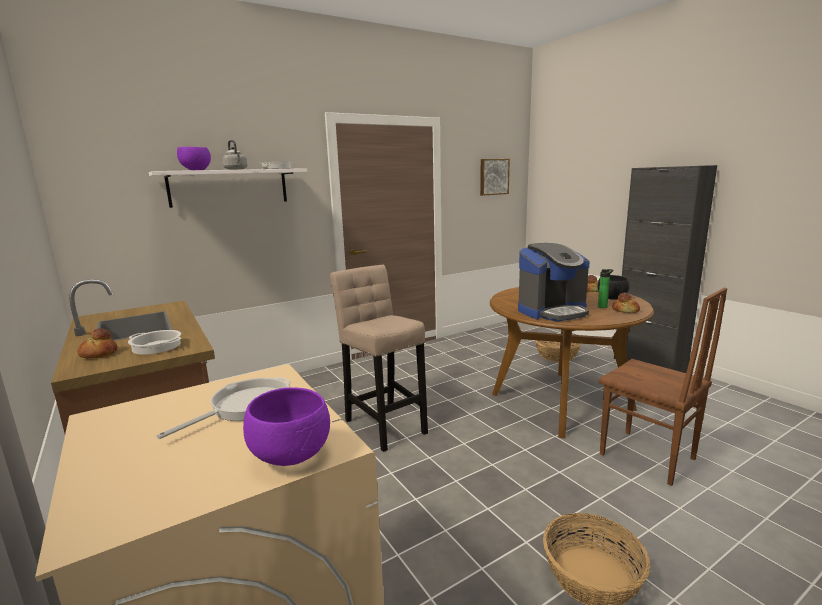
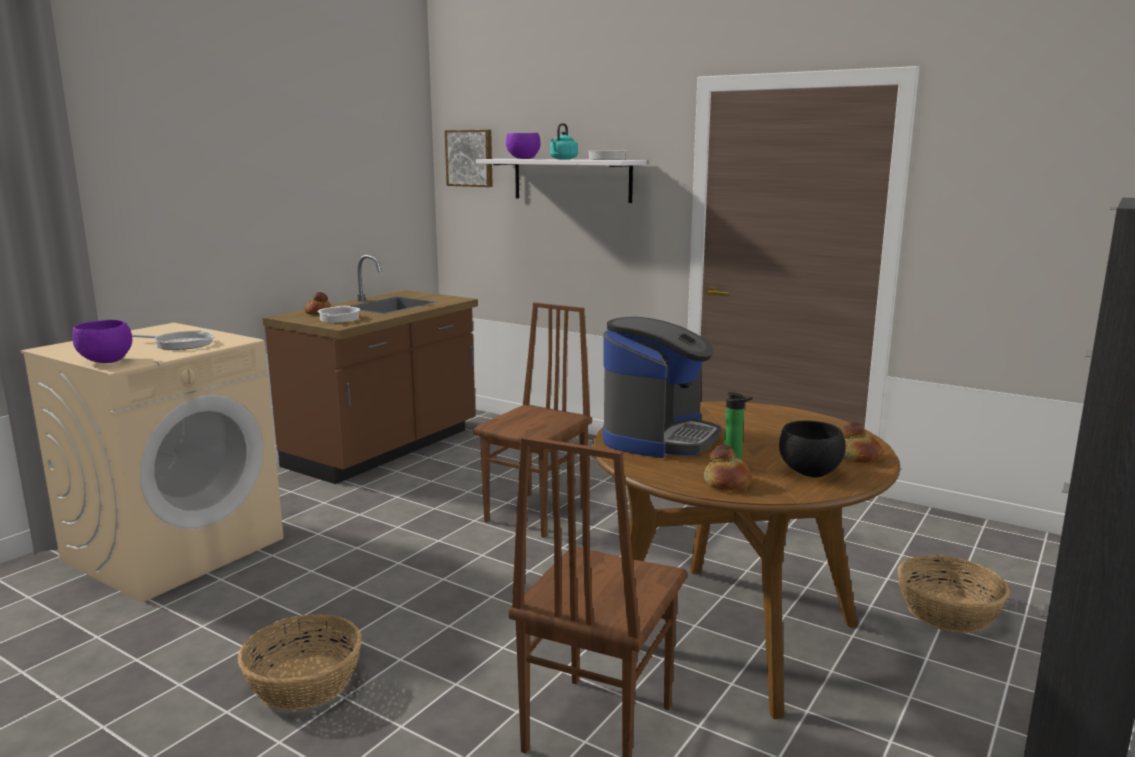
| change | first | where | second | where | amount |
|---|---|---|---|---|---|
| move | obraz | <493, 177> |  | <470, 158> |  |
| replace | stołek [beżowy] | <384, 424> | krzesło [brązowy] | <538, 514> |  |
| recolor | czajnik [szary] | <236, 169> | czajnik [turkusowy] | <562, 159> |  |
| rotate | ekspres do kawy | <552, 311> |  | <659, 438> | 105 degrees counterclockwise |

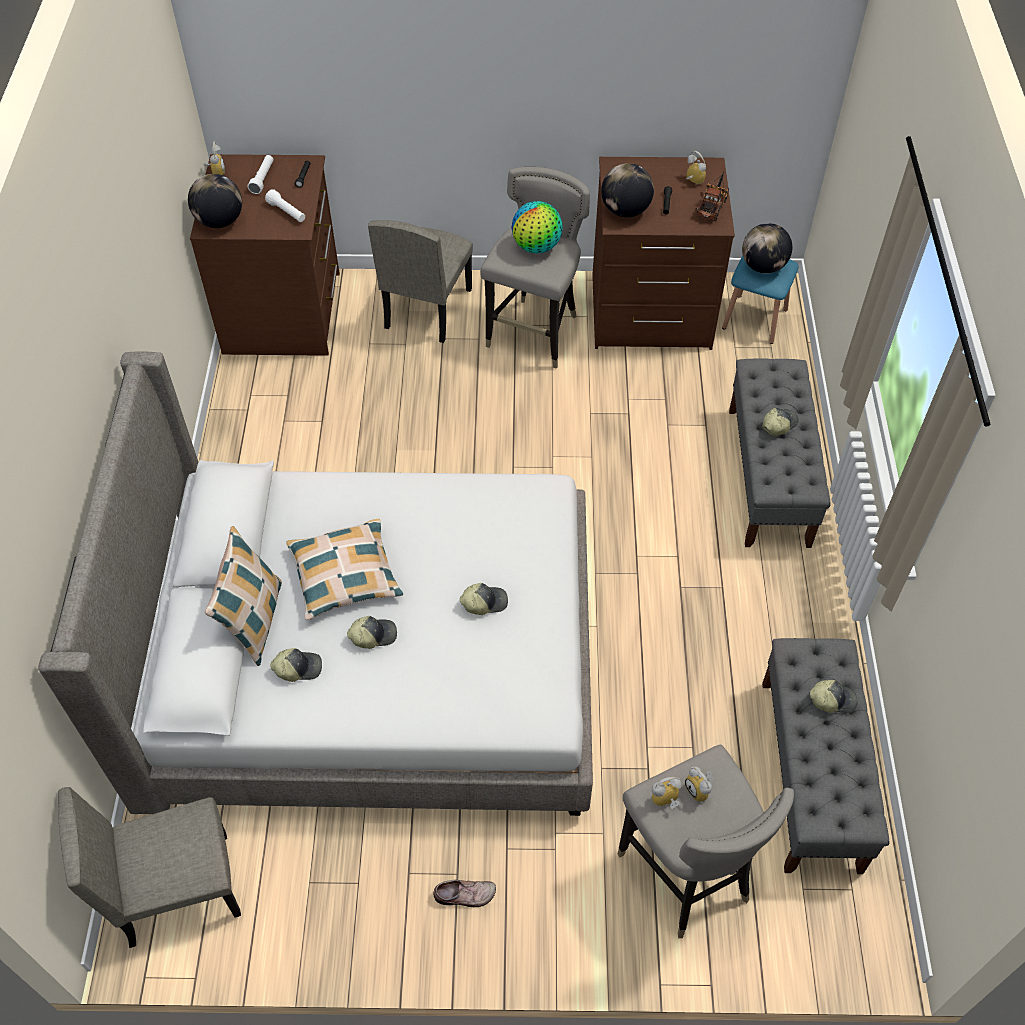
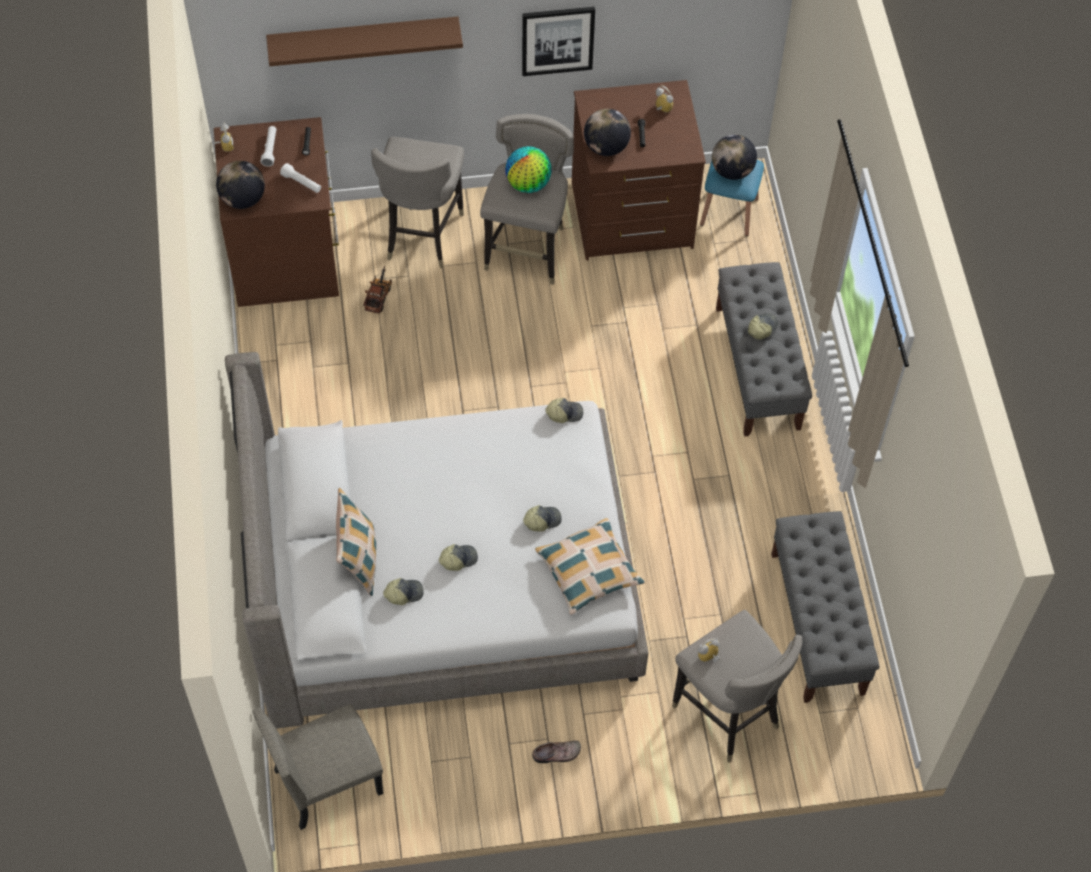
| change | first | where | second | where | amount |
|---|---|---|---|---|---|
| insert |  |  | półka [brązowy] | <364, 38> |  |
| move | ciężarówka zabawkowa | <712, 205> |  | <379, 295> |  |
| replace | krzesło [beżowy] | <427, 308> | stołek [szary] | <421, 236> |  |
| insert |  |  | obraz | <557, 40> |  |
| move | poduszka | <345, 575> |  | <589, 570> |  |
| move | czapka z daszkiem | <832, 699> |  | <564, 413> |  |
| delete | budzik | <700, 790> |  |  |  |

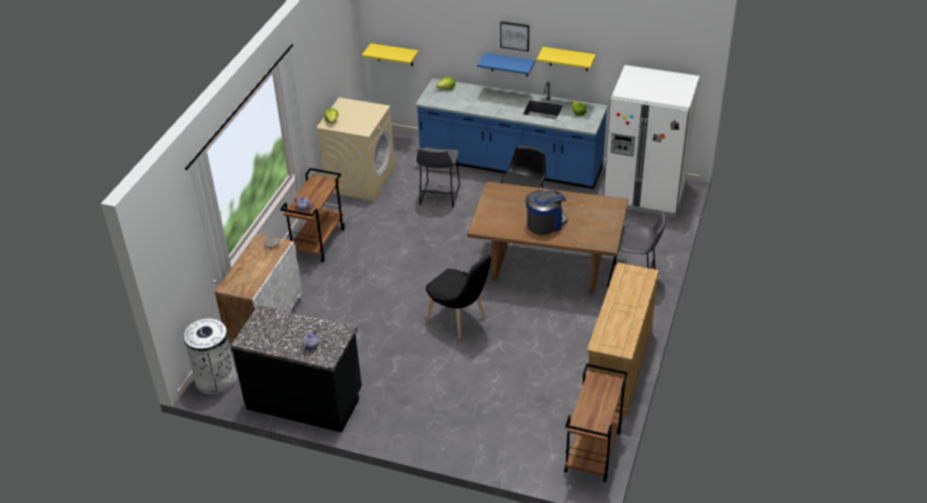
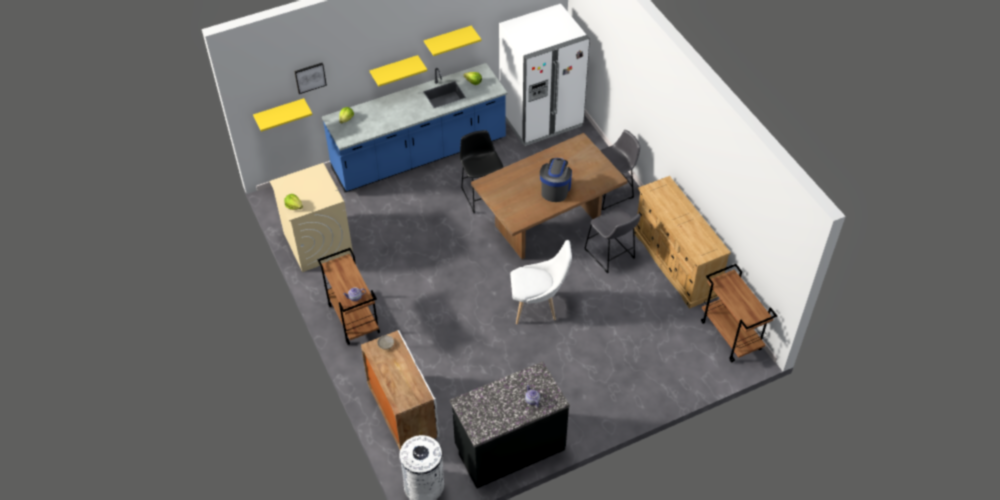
| change | first | where | second | where | amount |
|---|---|---|---|---|---|
| move | obraz | <515, 35> |  | <310, 77> |  |
| recolor | półka [niebieski] | <509, 64> | półka [żółty] | <394, 70> |  |
| recolor | krzesło [czarny] | <459, 321> | krzesło [biały] | <538, 306> |  |
| move | stołek [szary] | <439, 197> |  | <611, 255> |  |

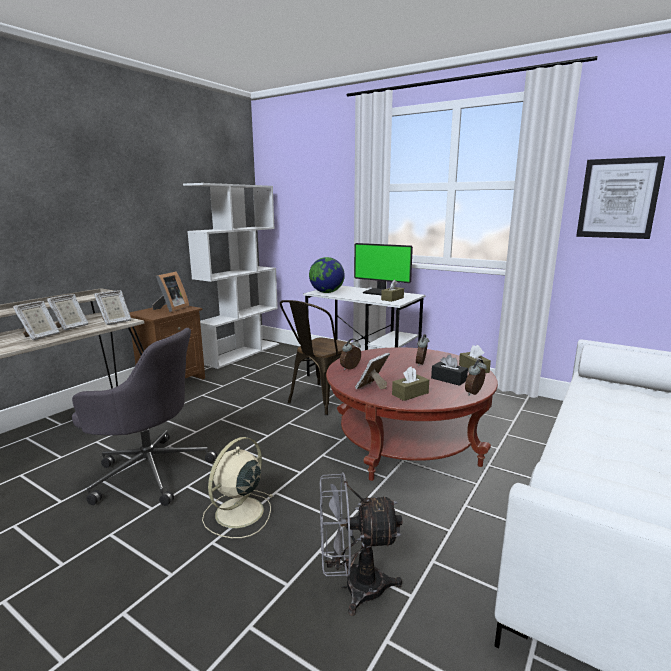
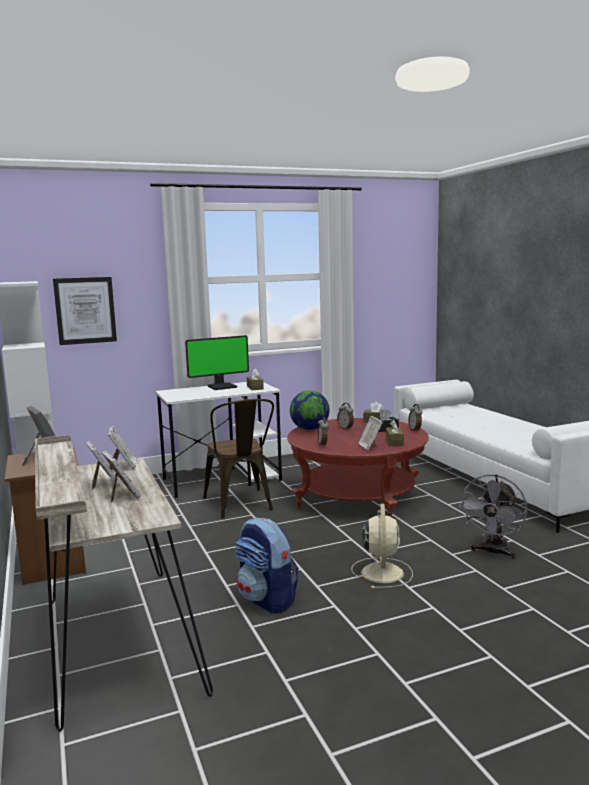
| change | first | where | second | where | amount |
|---|---|---|---|---|---|
| move | obraz | <618, 198> |  | <85, 310> |  |
| replace | krzesło biurowe [szary] | <149, 471> | plecak | <267, 600> |  |
| move | globus | <326, 292> |  | <309, 429> |  |
| rotate | wentylator [beżowy] | <238, 513> |  | <382, 572> | 150 degrees counterclockwise |

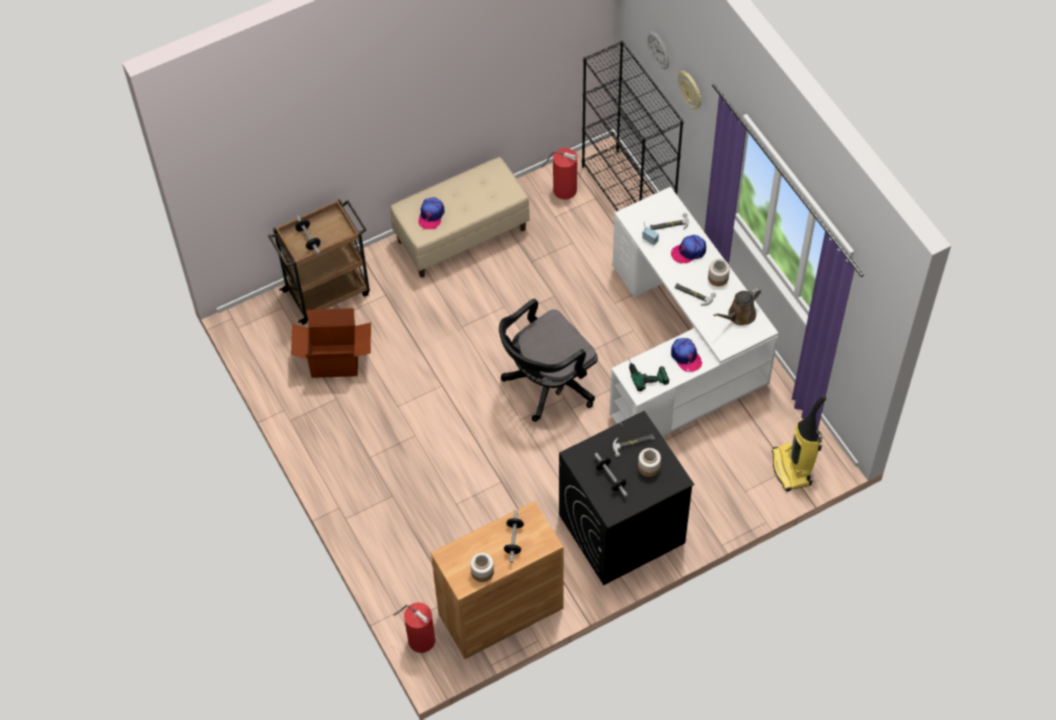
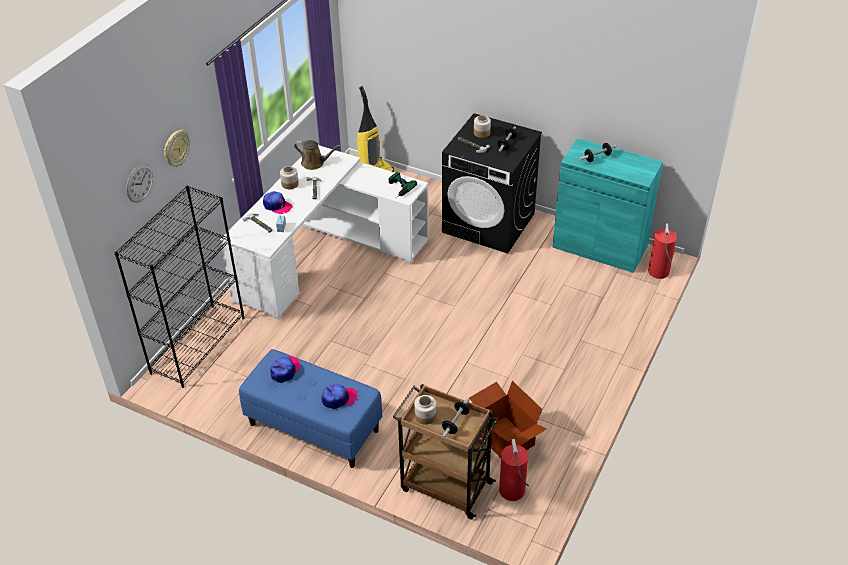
| change | first | where | second | where | amount |
|---|---|---|---|---|---|
| recolor | ławka [beżowy] | <462, 234> | ławka [niebieski] | <313, 427> |  |
| move | czapka z daszkiem | <685, 356> |  | <285, 370> |  |
| move | słoik | <482, 572> |  | <425, 416> |  |
| move | gaśnica | <563, 189> |  | <512, 491> |  |
| recolor | szafka [brązowy] | <501, 611> | szafka [turkusowy] | <599, 247> |  |
| delete | krzesło biurowe [czarny] | <547, 384> |  |  |  |

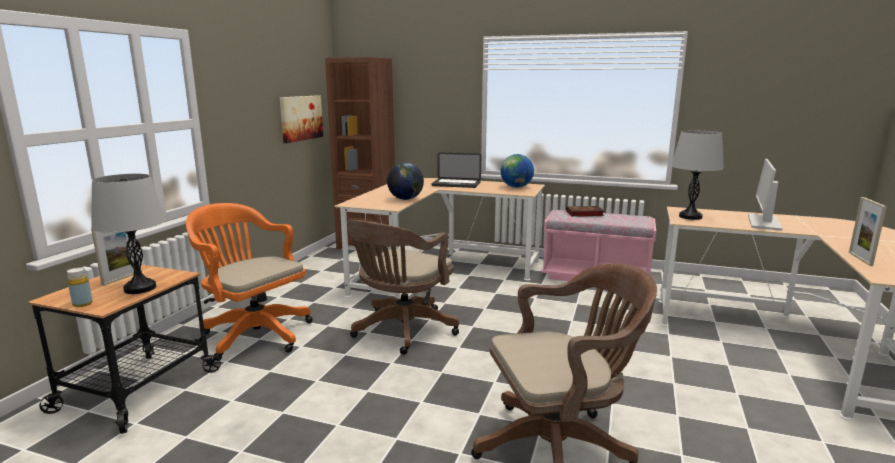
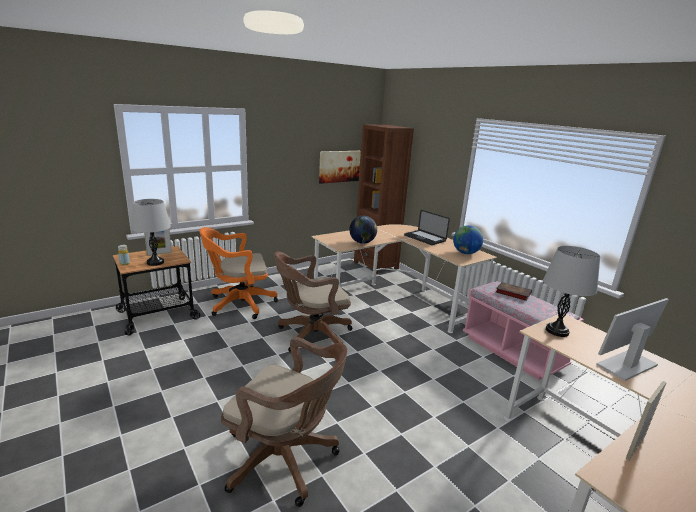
| change | first | where | second | where | amount |
|---|---|---|---|---|---|
| rotate | krzesło biurowe [pomarańczowy] | <253, 334> |  | <238, 304> | 90 degrees counterclockwise |

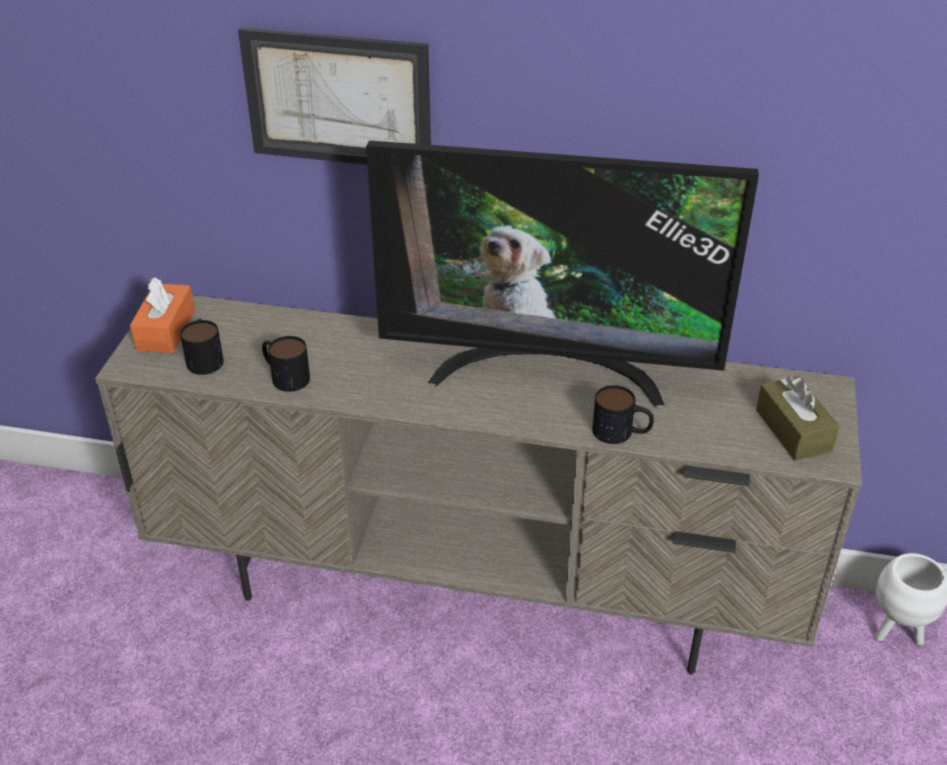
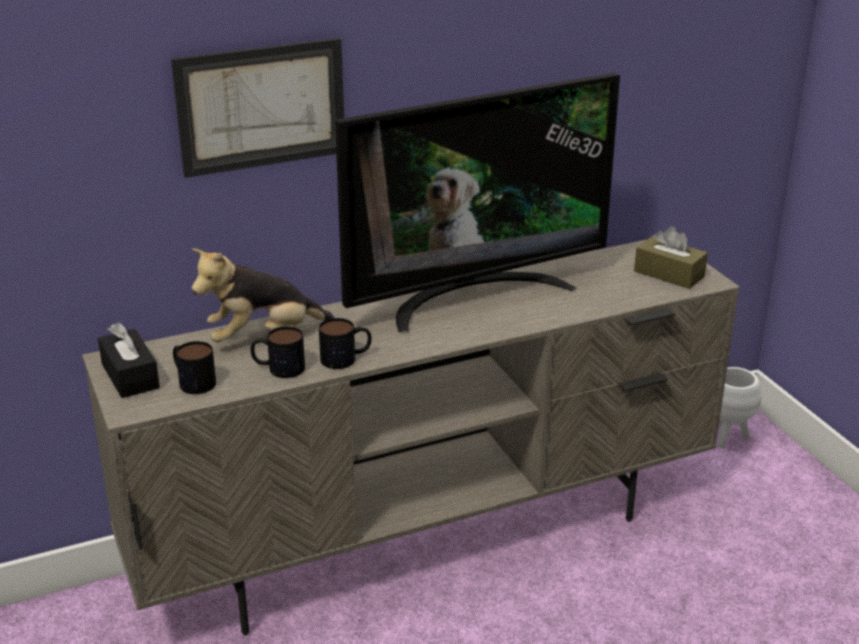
| change | first | where | second | where | amount |
|---|---|---|---|---|---|
| recolor | pudełko chusteczek [pomarańczowy] | <166, 330> | pudełko chusteczek [czarny] | <130, 376> |  |
| insert |  |  | pluszak | <262, 336> |  |
| move | kubek | <621, 432> |  | <346, 358> |  |

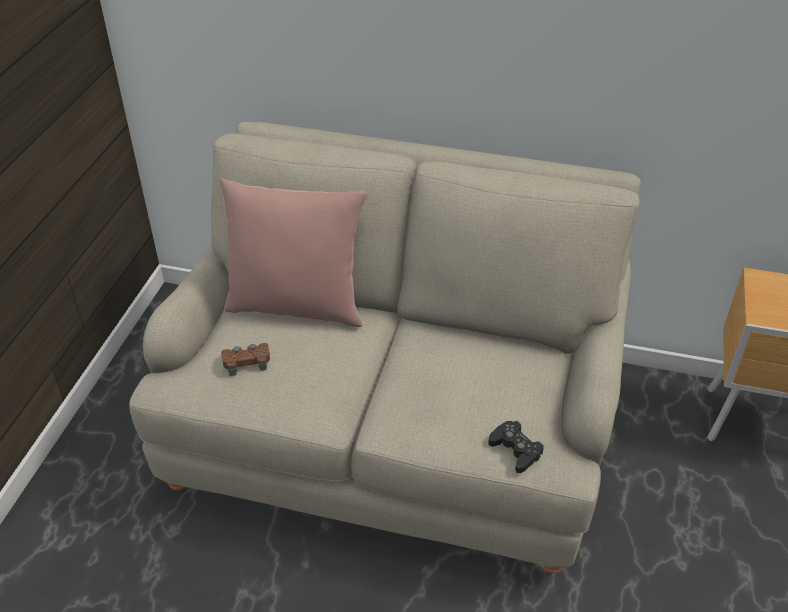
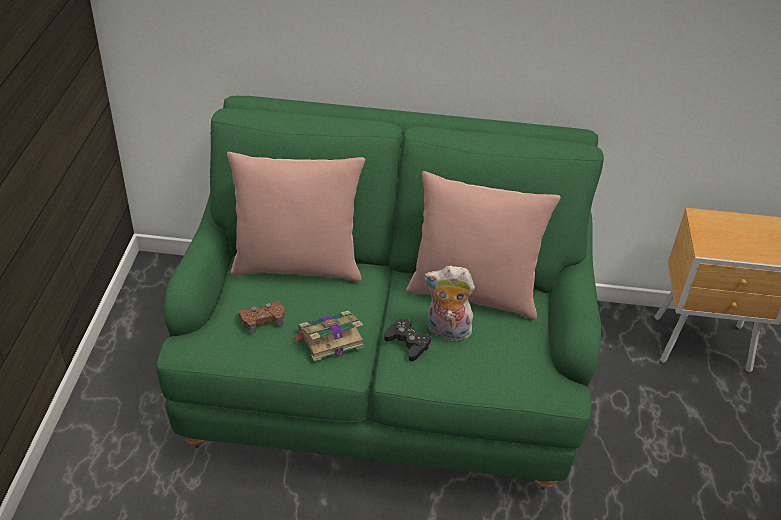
| change | first | where | second | where | amount |
|---|---|---|---|---|---|
| recolor | kanapa [beżowy] | <394, 431> | kanapa [zielony] | <384, 375> |  |
| insert |  |  | książka | <329, 339> |  |
| move | pad do gier [czarny] | <515, 450> |  | <408, 343> |  |
| insert |  |  | poduszka [różowy] | <473, 292> |  |
| insert |  |  | pluszak | <446, 331> |  |

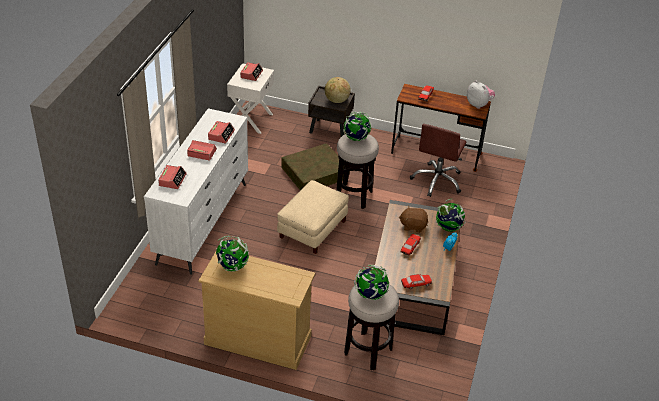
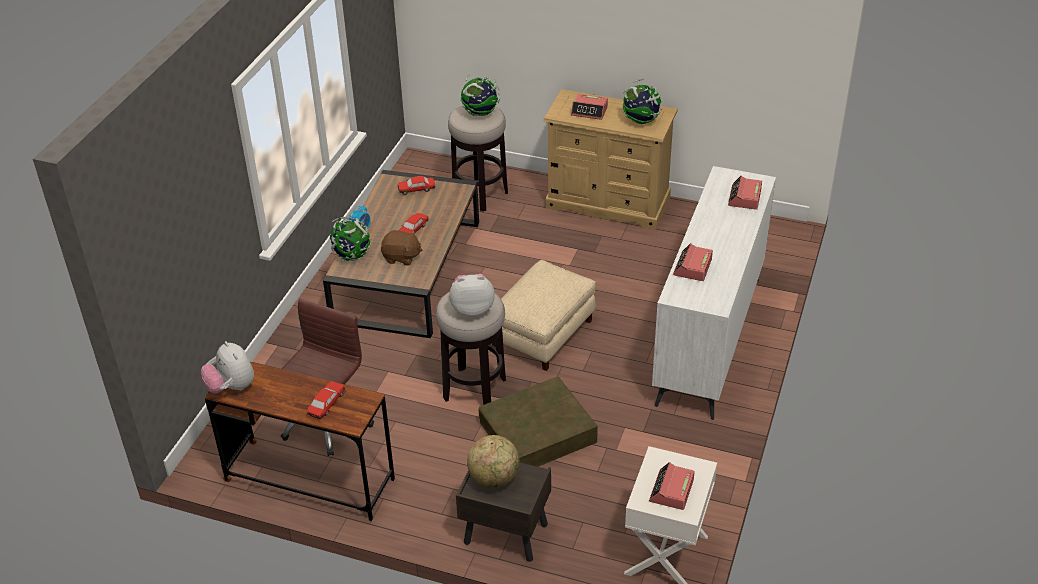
| change | first | where | second | where | amount |
|---|---|---|---|---|---|
| replace | globus | <356, 138> | pluszak | <472, 309> |  |
| move | budzik | <201, 153> |  | <589, 111> |  |

